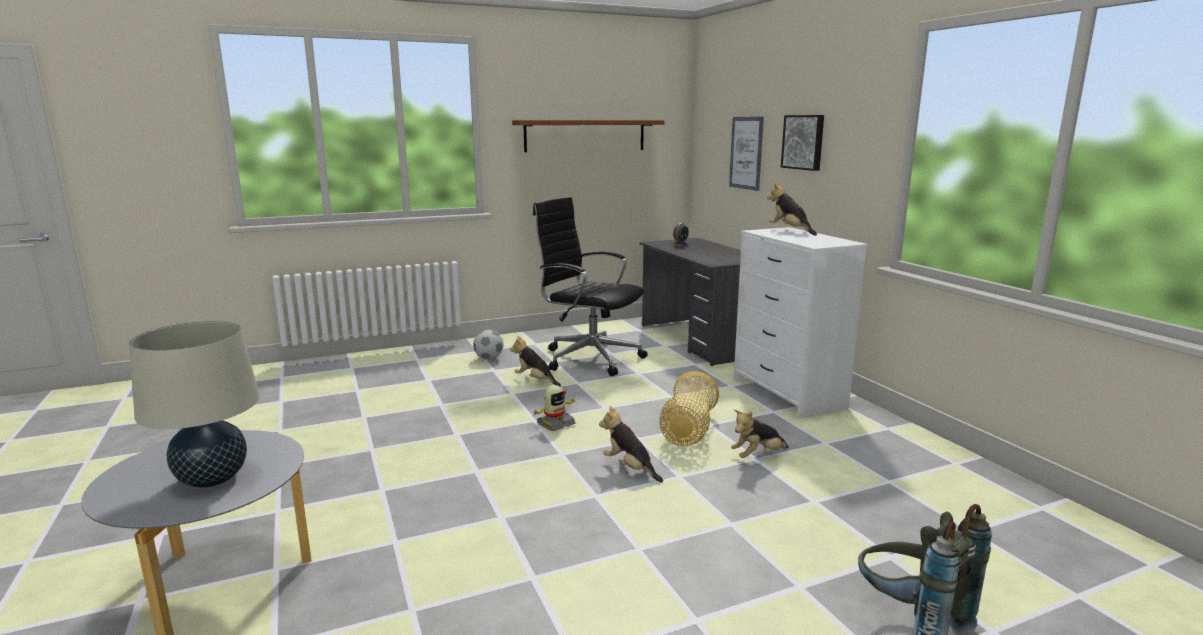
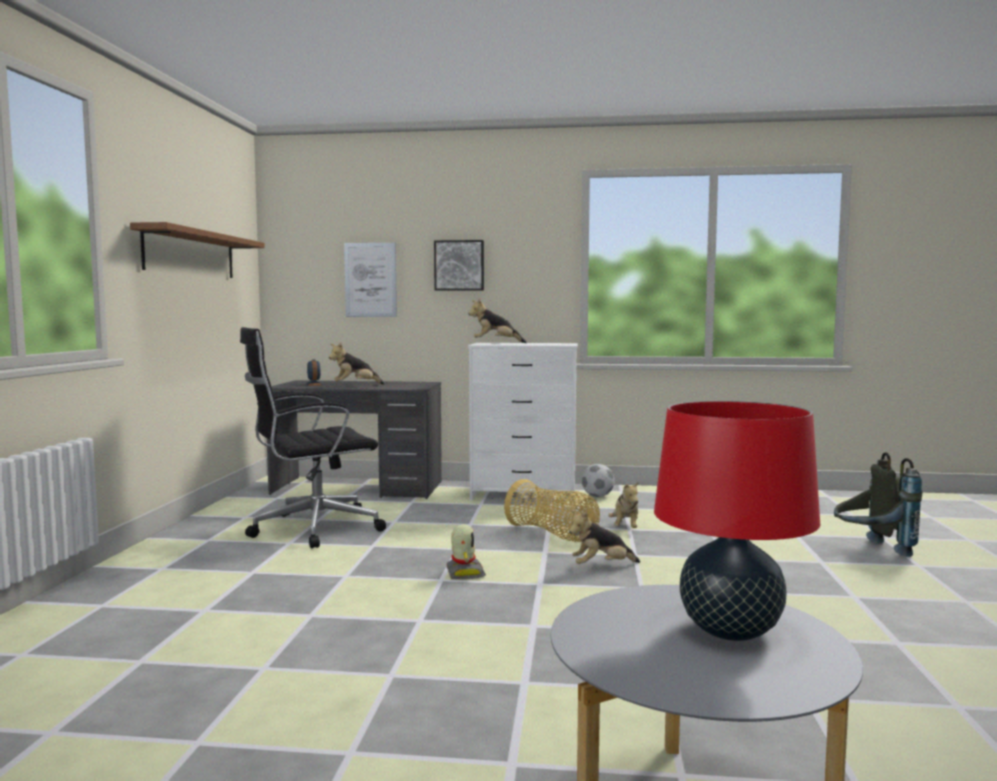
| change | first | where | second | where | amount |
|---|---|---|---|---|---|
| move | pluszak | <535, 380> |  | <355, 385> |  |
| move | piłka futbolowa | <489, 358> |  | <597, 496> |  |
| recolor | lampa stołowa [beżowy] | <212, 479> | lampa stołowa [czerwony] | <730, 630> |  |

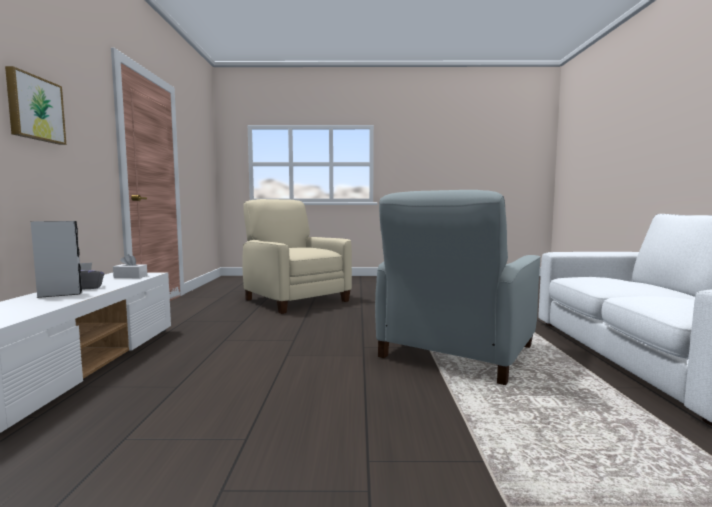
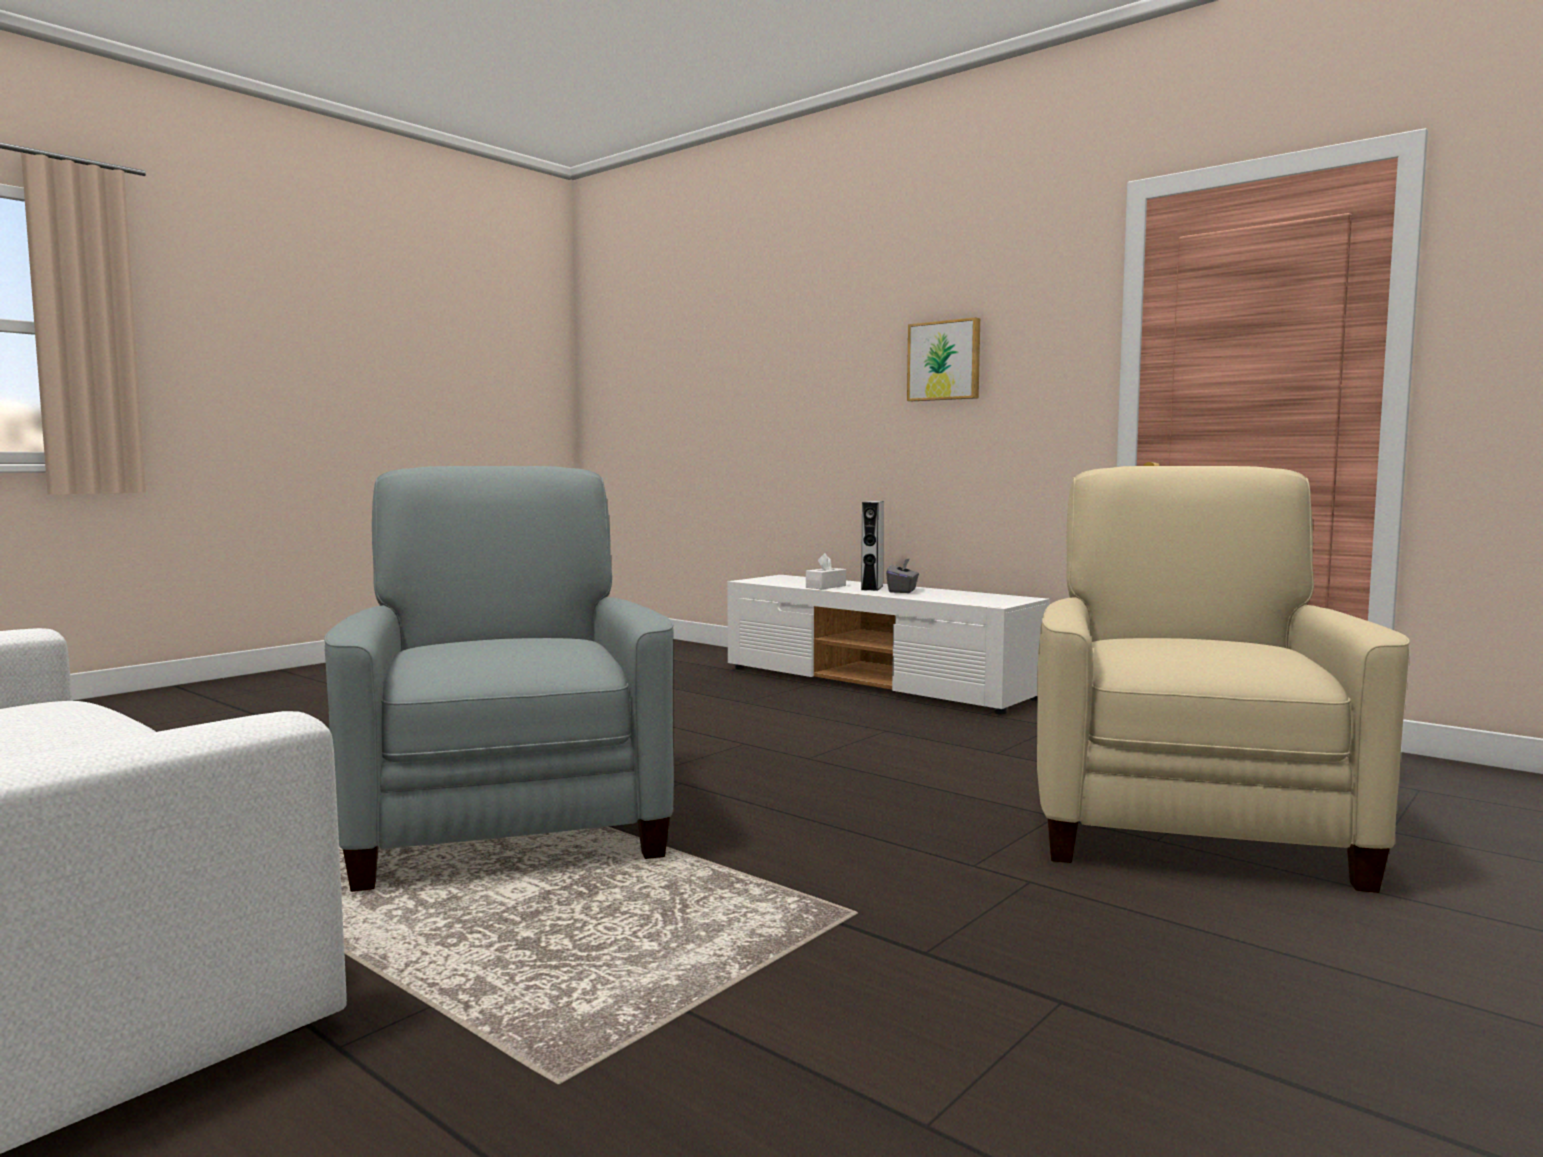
| change | first | where | second | where | amount |
|---|---|---|---|---|---|
| move | pudełko chusteczek [biały] | <130, 276> |  | <826, 586> |  |
| rotate | fotel [beżowy] | <296, 300> |  | <1189, 825> | 75 degrees counterclockwise |

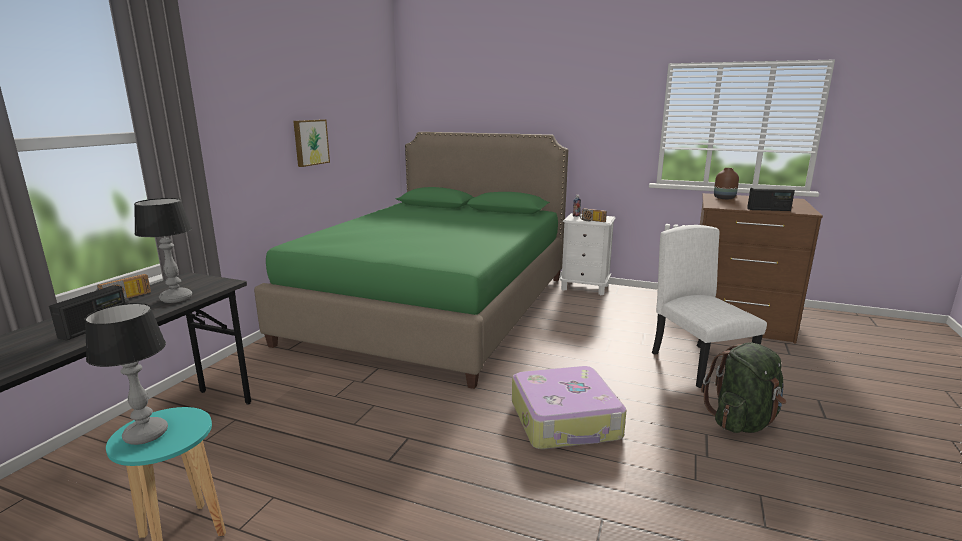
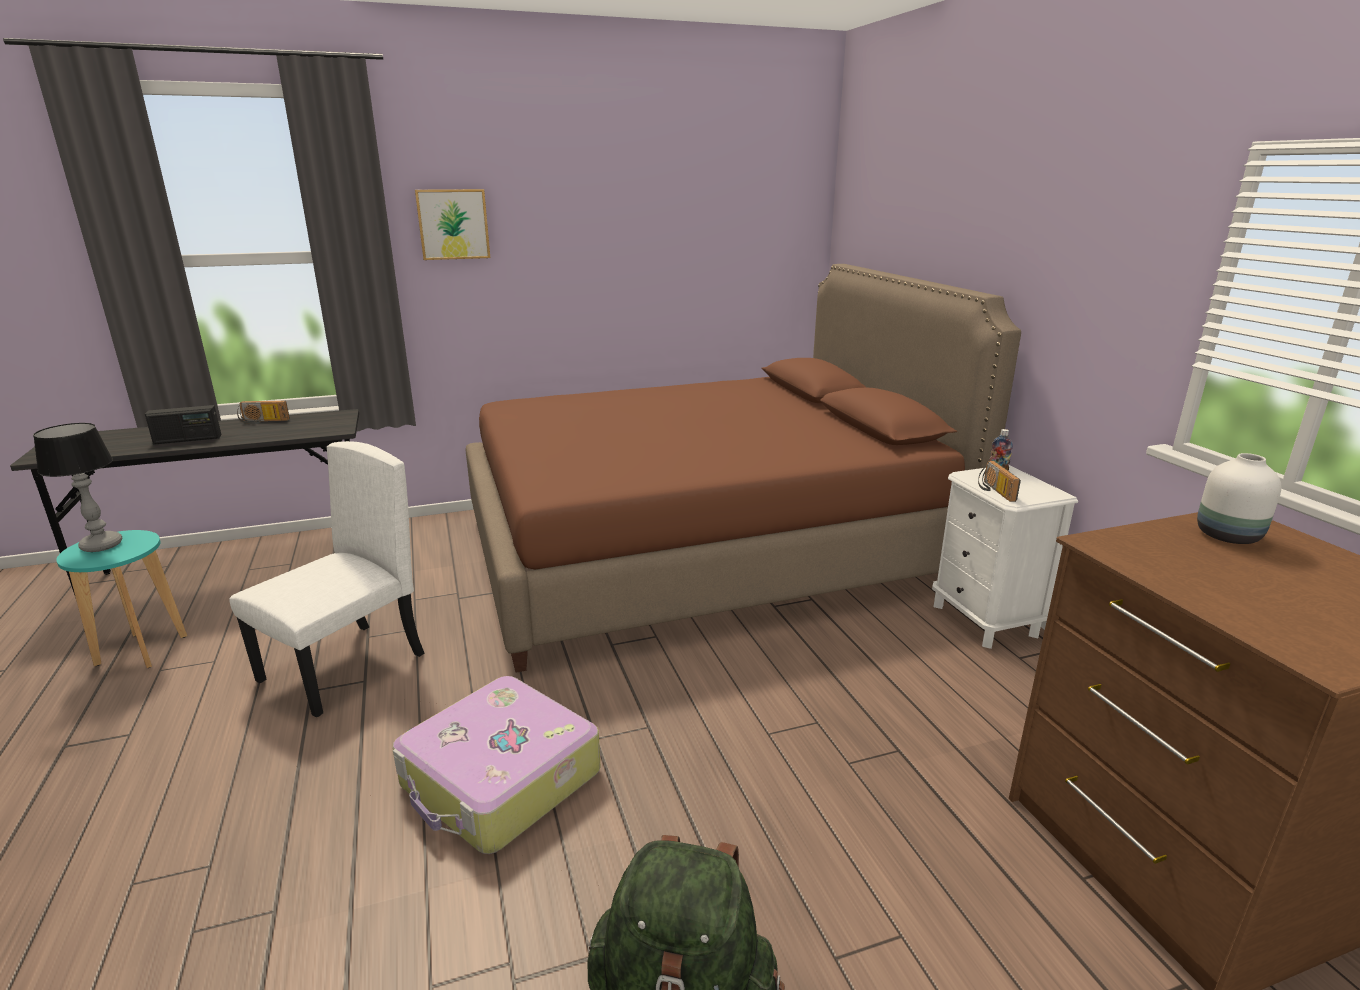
| change | first | where | second | where | amount |
|---|---|---|---|---|---|
| move | krzesło [biały] | <700, 365> |  | <343, 668> |  |
| move | obraz | <310, 142> |  | <453, 224> |  |
| recolor | łóżko [zielony] | <436, 308> | łóżko [brązowy] | <703, 549> |  |
| recolor | wazon [brązowy] | <724, 198> | wazon [biały] | <1228, 535> |  |
| delete | lampa stołowa | <176, 298> |  |  |  |
| delete | radio | <768, 209> |  |  |  |

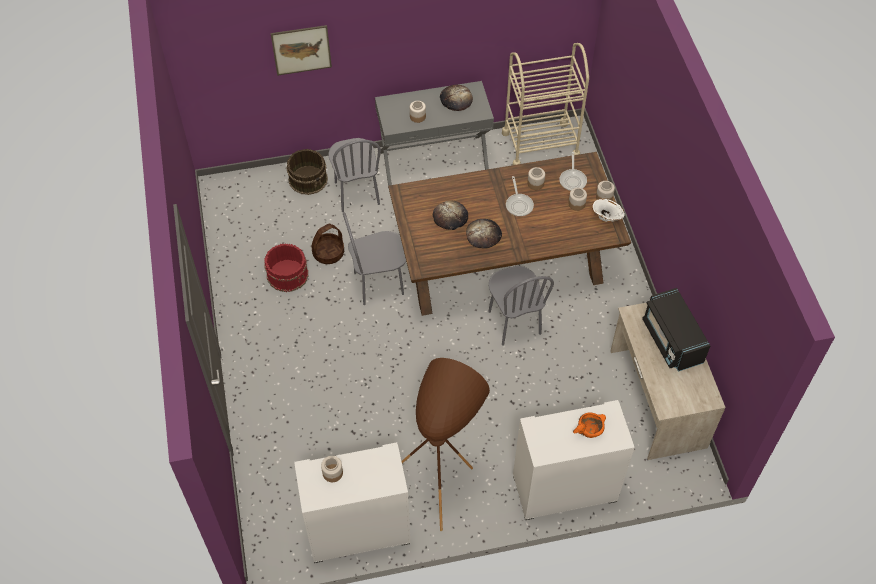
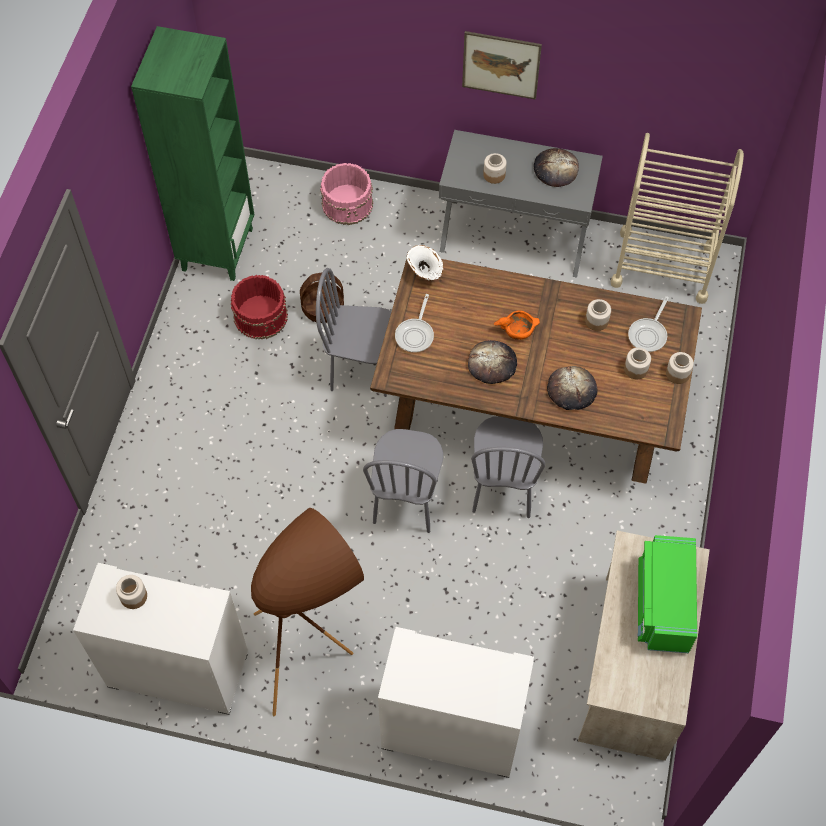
| change | first | where | second | where | amount |
|---|---|---|---|---|---|
| insert |  |  | regał [zielony] | <217, 248> |  |
| recolor | wiadro [brązowy] | <308, 179> | wiadro [różowy] | <348, 203> |  |
| move | krzesło [szary] | <356, 193> |  | <406, 502> |  |
| move | patelnia | <519, 204> |  | <415, 334> |  |
| move | wazon [biały] | <606, 219> |  | <425, 275> |  |
| move | obraz | <301, 50> |  | <501, 65> |  |
| move | miska [pomarańczowy] | <589, 429> |  | <518, 330> |  |
| move | chleb | <450, 217> |  | <571, 390> |  |
| recolor | mikrofalówka [czarny] | <671, 340> | mikrofalówka [zielony] | <663, 603> |  |

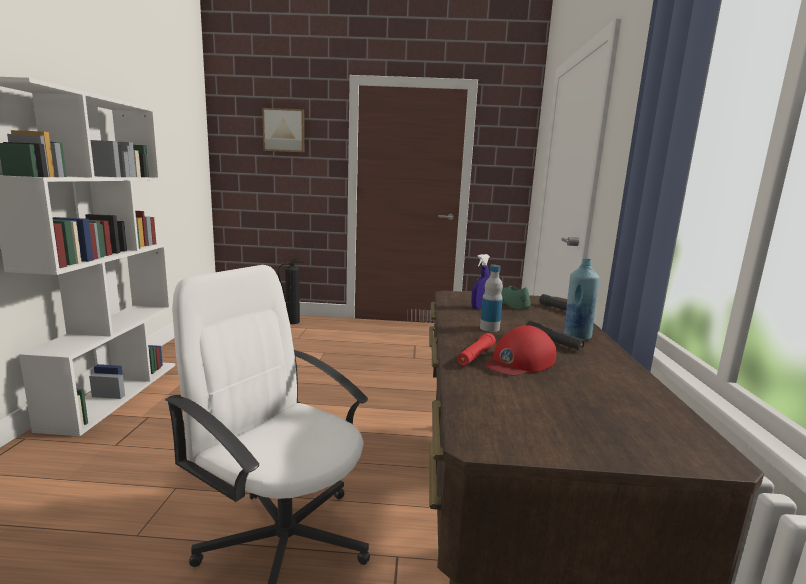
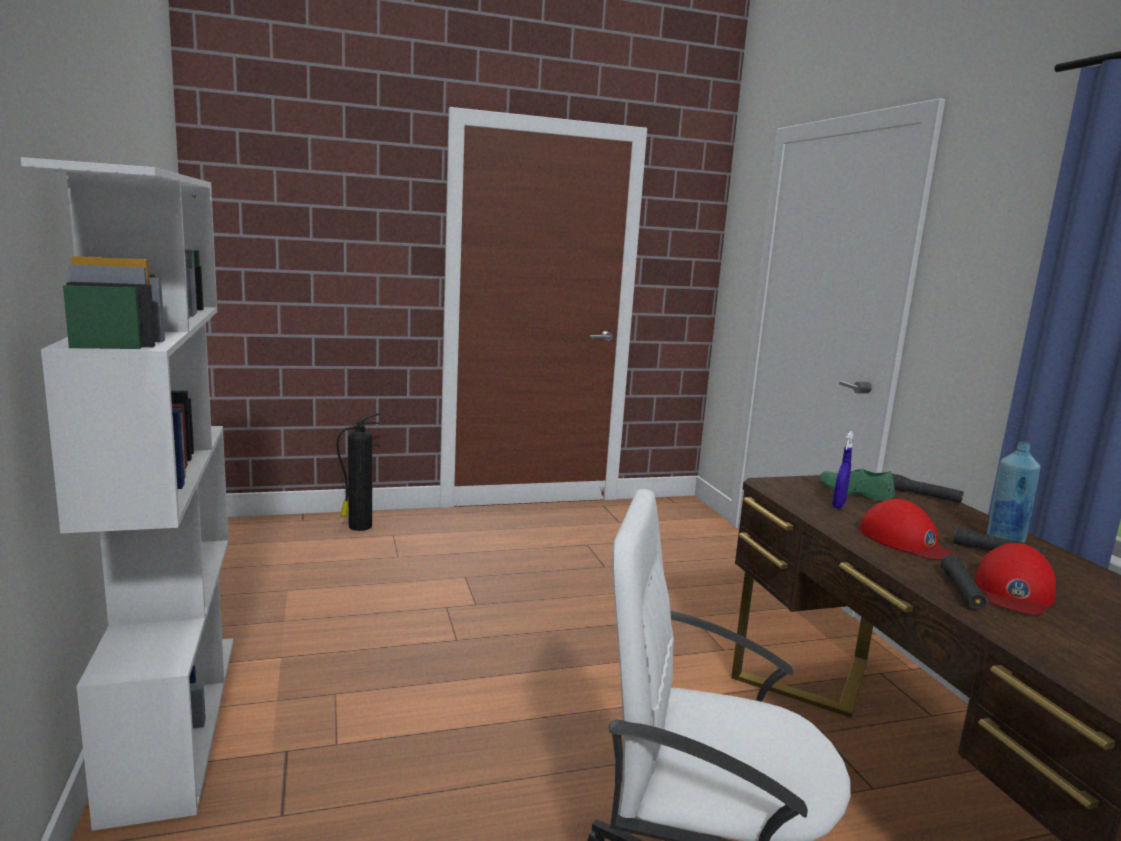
| change | first | where | second | where | amount |
|---|---|---|---|---|---|
| replace | butelka | <489, 328> | czapka z daszkiem [czerwony] | <904, 541> |  |
| recolor | latarka [czerwony] | <476, 356> | latarka [czarny] | <961, 591> |  |
| delete | obraz | <284, 130> |  |  |  |

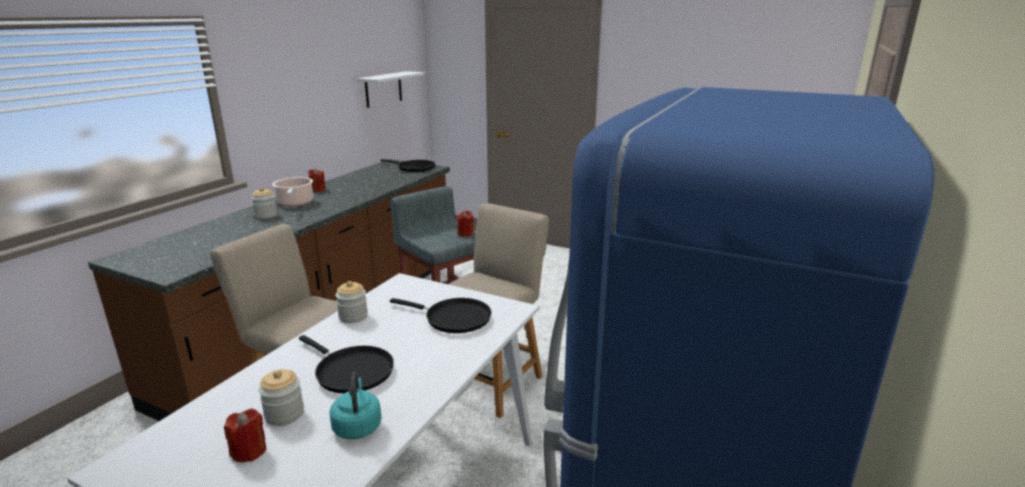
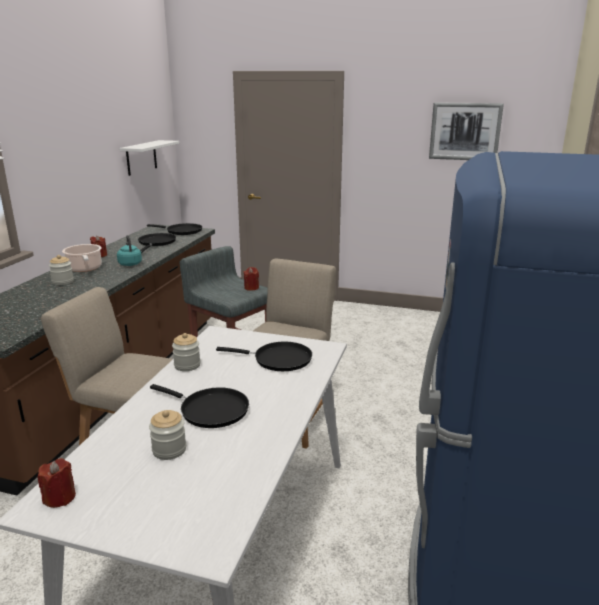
| change | first | where | second | where | amount |
|---|---|---|---|---|---|
| move | świeca [czerwony] | <249, 451> |  | <60, 497> |  |
| move | czajnik [turkusowy] | <357, 426> |  | <130, 263> |  |
| insert |  |  | patelnia [czarny] | <156, 243> |  |
| insert |  |  | obraz | <465, 131> |  |

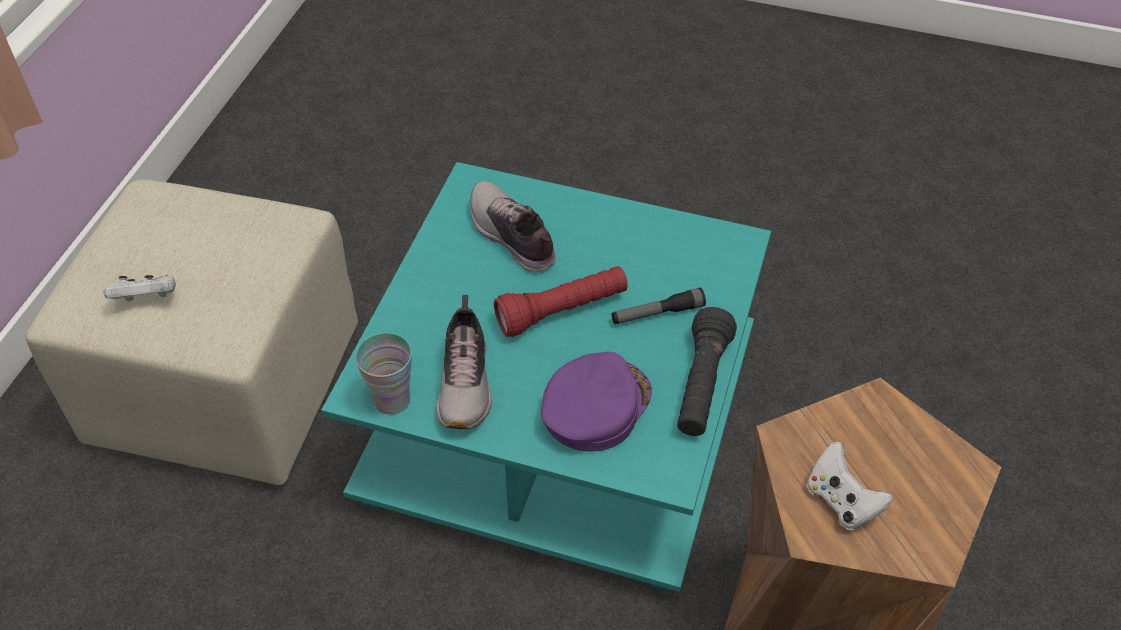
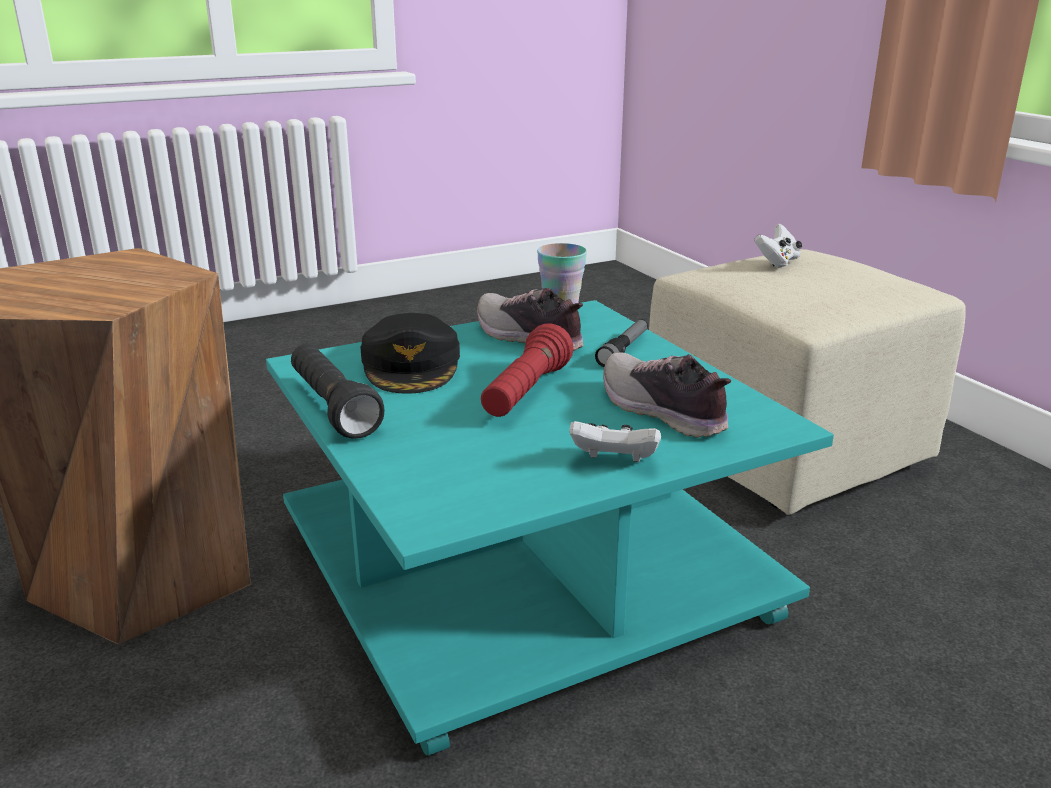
| change | first | where | second | where | amount |
|---|---|---|---|---|---|
| recolor | czapka z daszkiem [fioletowy] | <594, 406> | czapka z daszkiem [czarny] | <412, 365> |  |
| move | pad do gier [biały] | <841, 501> |  | <614, 461> |  |
| move | latarka | <657, 313> |  | <623, 349> |  |
| rotate | but | <511, 237> |  | <661, 411> | 135 degrees counterclockwise |

